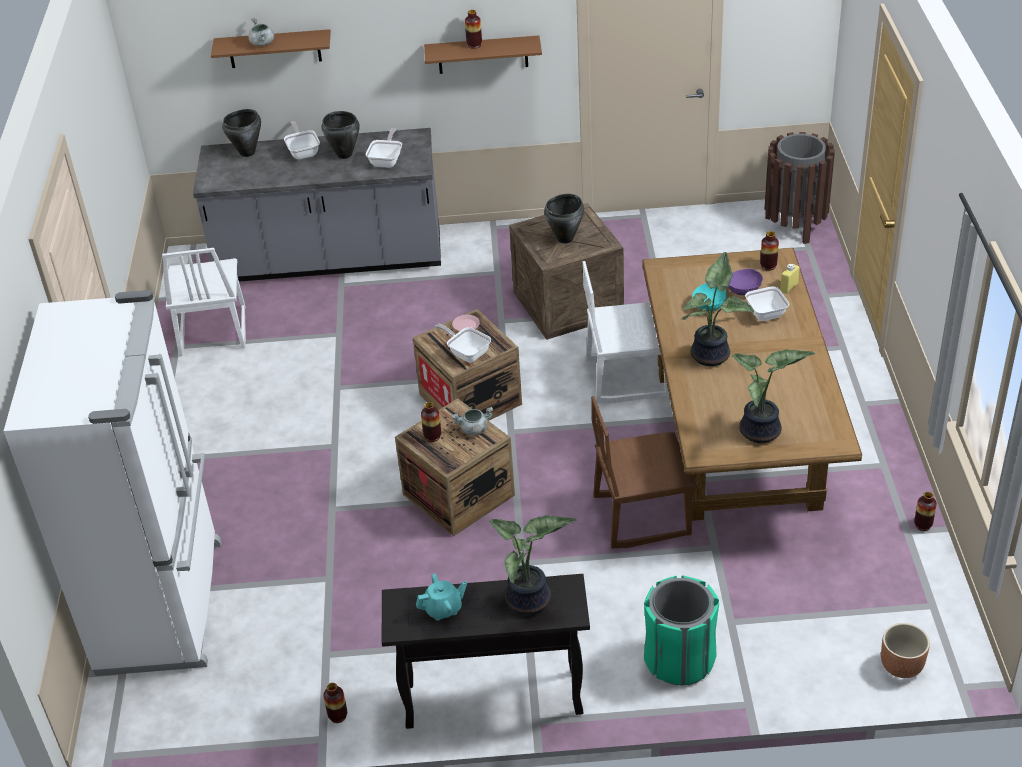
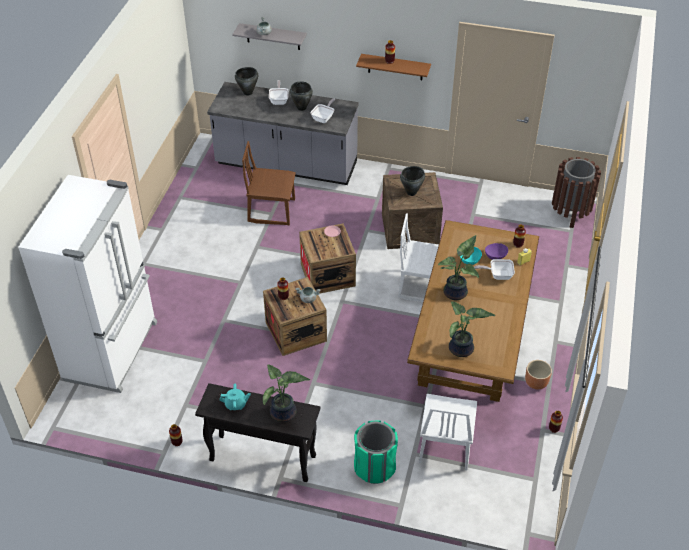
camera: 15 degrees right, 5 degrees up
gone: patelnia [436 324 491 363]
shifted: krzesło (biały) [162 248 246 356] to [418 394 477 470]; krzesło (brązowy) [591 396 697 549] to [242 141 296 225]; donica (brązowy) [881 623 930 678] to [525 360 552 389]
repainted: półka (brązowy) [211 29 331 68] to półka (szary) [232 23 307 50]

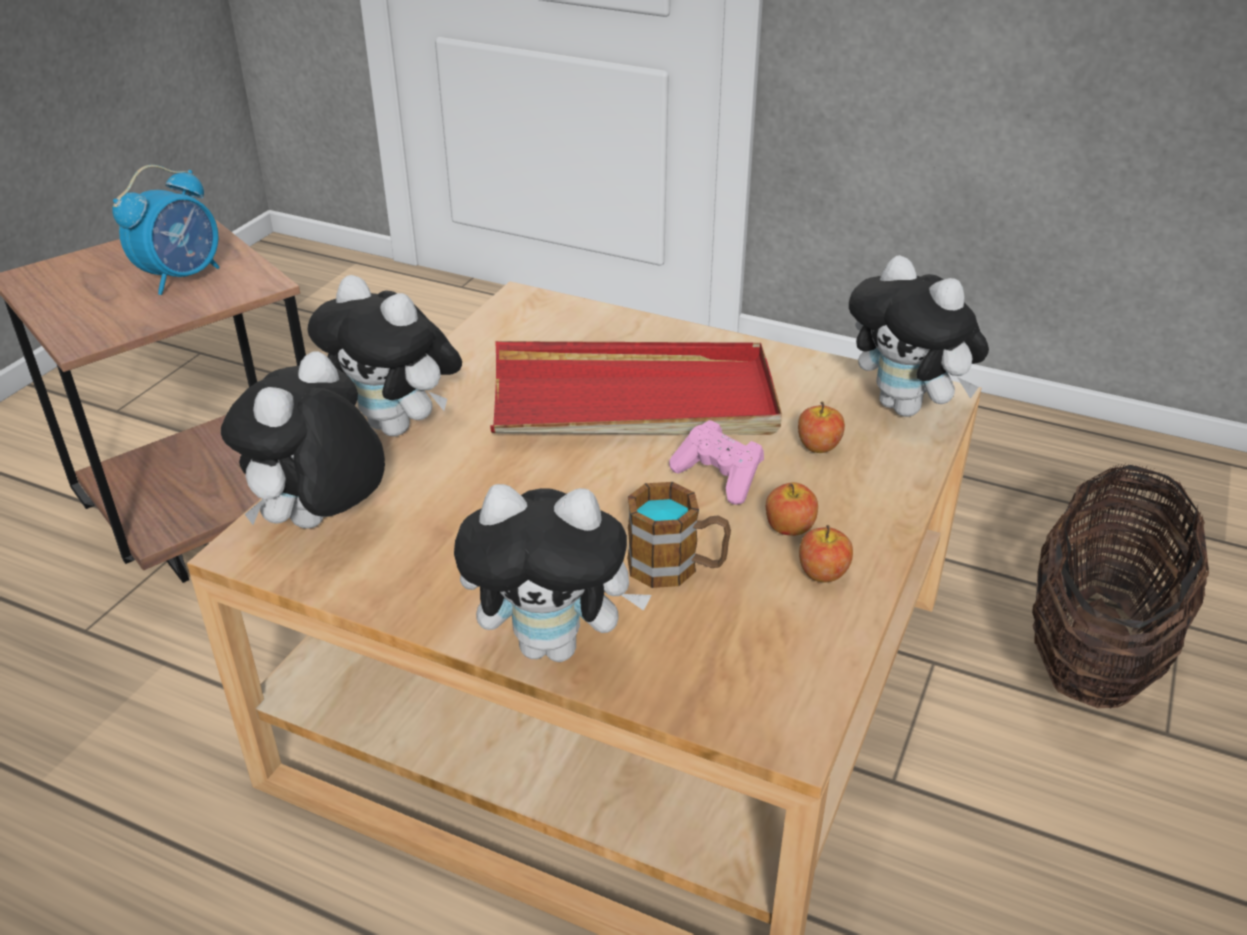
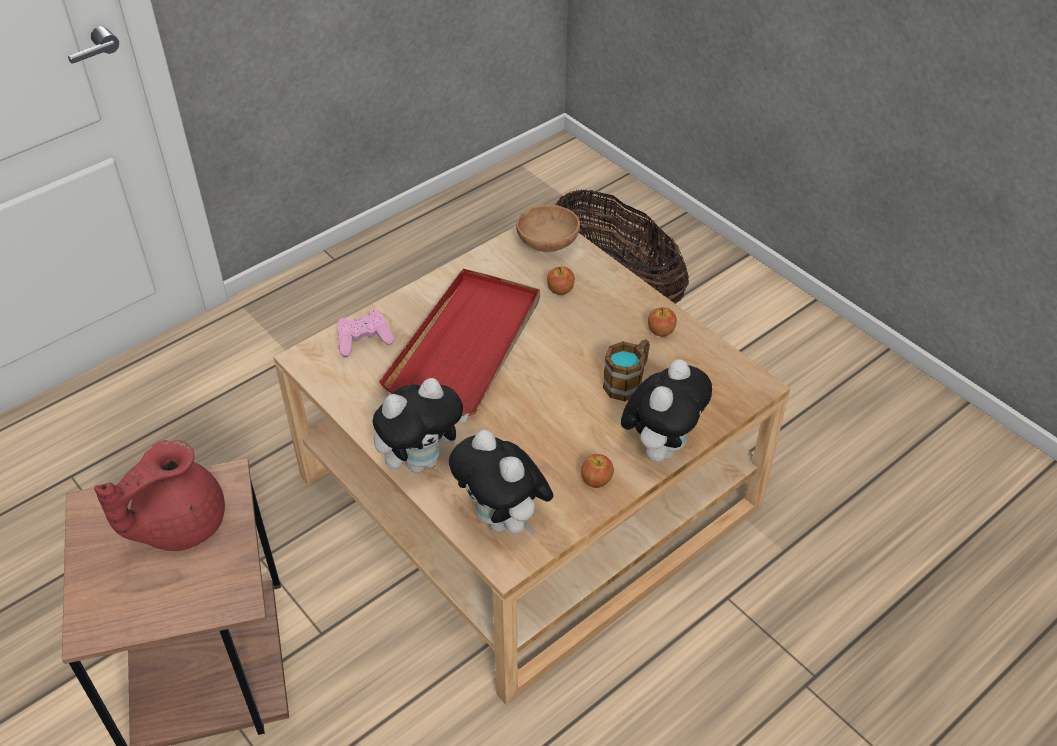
camera: 65 degrees left, 10 degrees up
shifted: pad do gier (różowy) [669 420 764 505] to [337 309 394 357]; jabłko [766 482 818 536] to [581 454 614 488]
swapped: budzik [113 165 219 295] to imbryk (czerwony) [94 440 225 551]; pluszak [849 255 989 417] to miska (brązowy) [516 205 580 252]

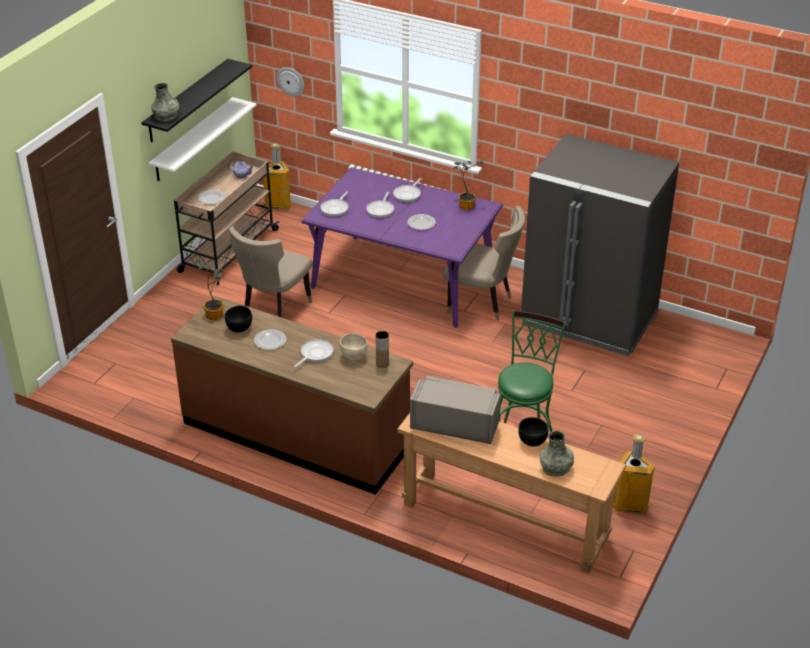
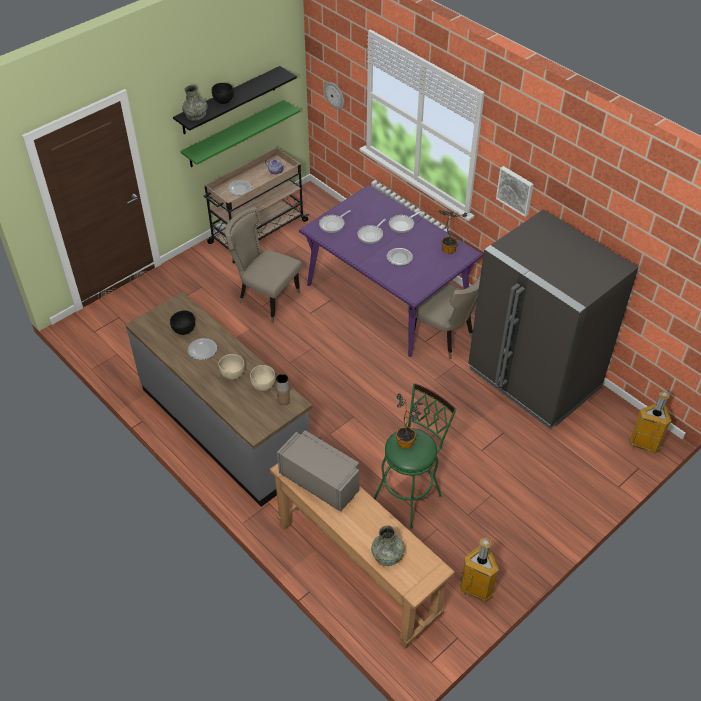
camera: 20 degrees right, 10 degrees up
new: obraz [496 166 534 217]
shifted: kosz na śmieci [263 144 291 210] to [629 391 671 454]; roślina doniczkowa [196 259 224 320] to [396 393 423 448]; miska (czarny) [518 417 548 447] to [212 83 233 104]
swapped: patelnia [294 339 334 367] to miska (beżowy) [218 354 245 380]
repainted: półka (biały) [149 97 257 181] to półka (zielony) [180 100 300 167]; zabudowa kuchenna (brązowy) [171 296 413 495] to zabudowa kuchenna (szary) [125 292 312 507]
rotated: krzesło (beżowy) [229 227 312 318] = [225 207 302 323] 75 degrees clockwise

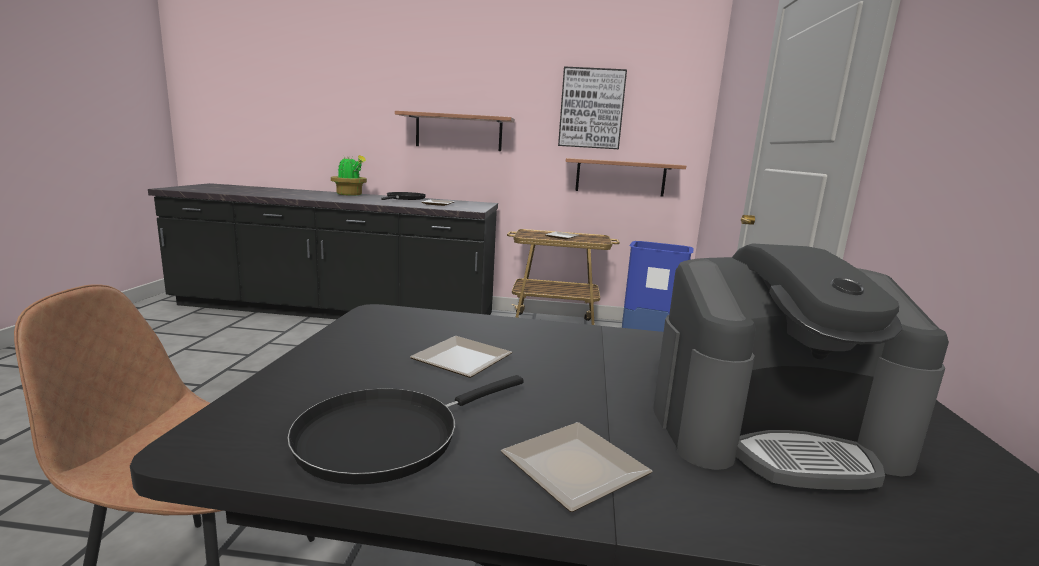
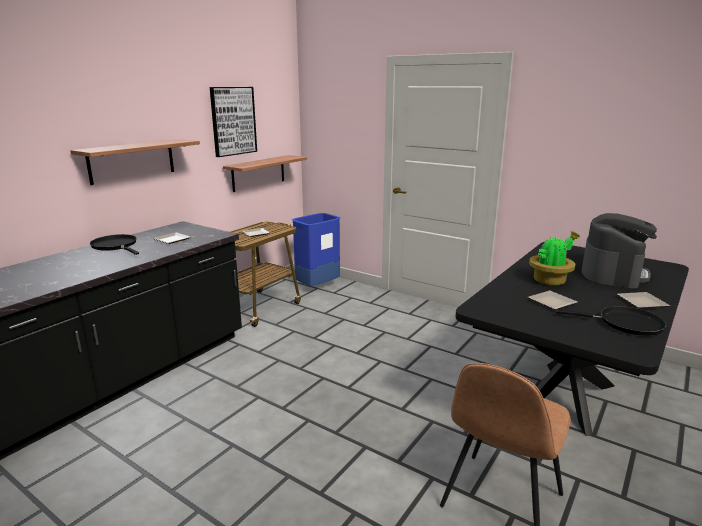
camera: 60 degrees left, 5 degrees up
shifted: roślina doniczkowa [331 155 367 196] to [529 231 580 286]
rotated: patelnia (czarny) [287 375 524 484] = [556 306 666 335] 60 degrees counterclockwise

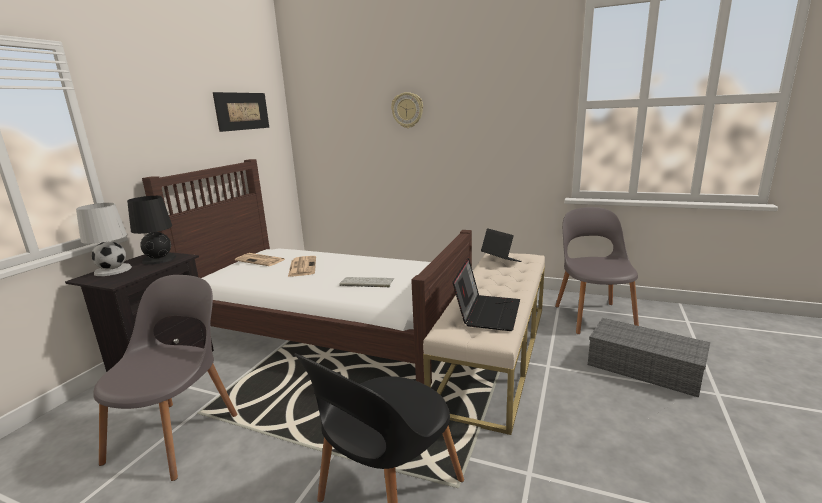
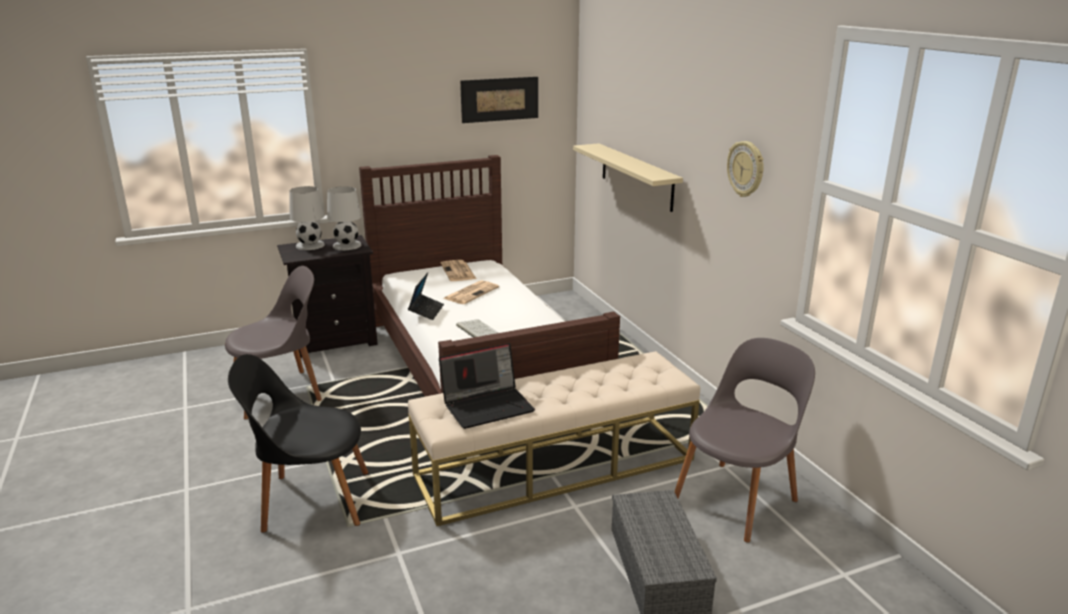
camera: 45 degrees right, 5 degrees up
new: półka (beżowy) [573 143 683 212]
shifted: zegar ścienny [391 92 423 128] to [727 141 764 197]; laptop [481 228 522 262] to [408 273 444 320]
repainted: lampa stołowa (czarny) [127 196 176 265] to lampa stołowa (biały) [327 186 361 250]

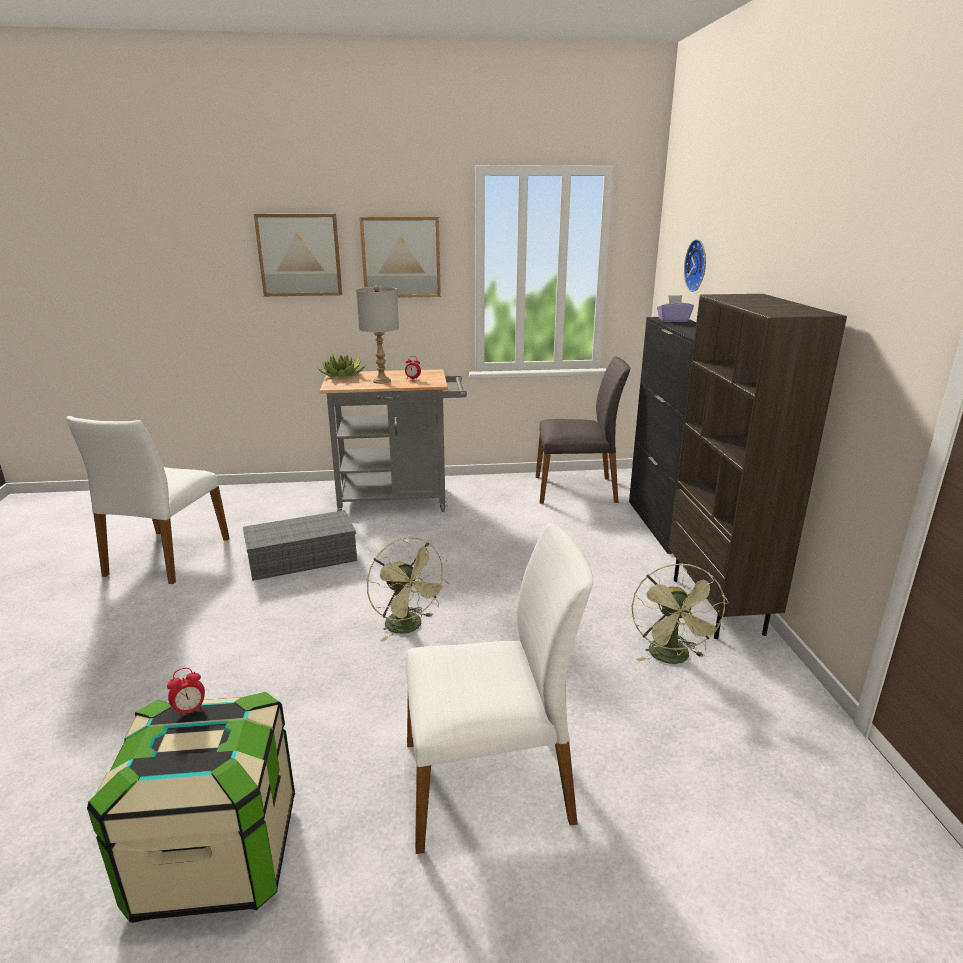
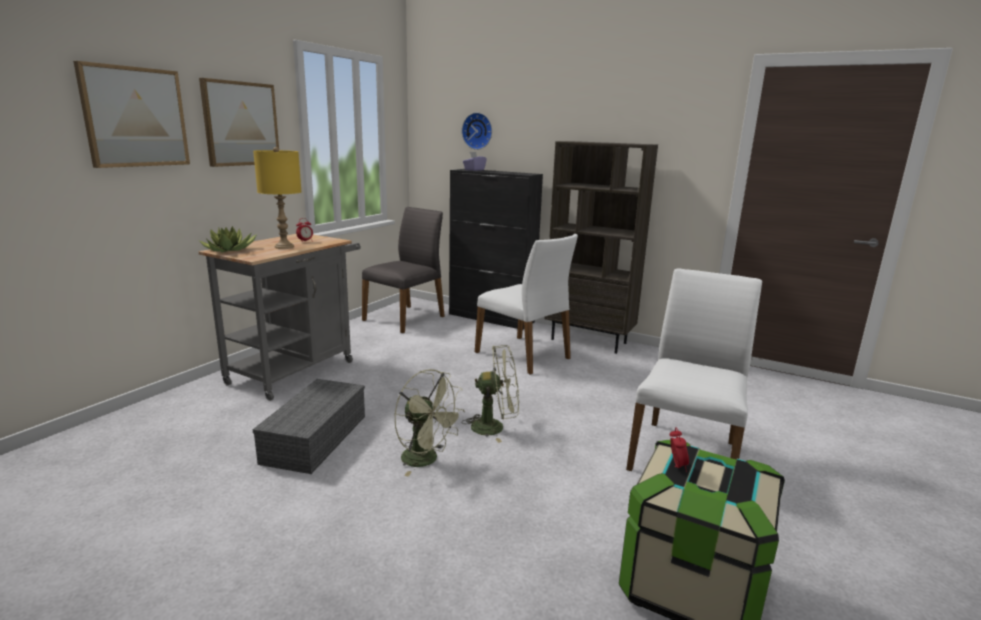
camera: 55 degrees left, 5 degrees down
shifted: krzesło (biały) [66 416 230 584] to [475 234 578 375]; wentylator (zielony) [632 563 728 664] to [394 369 465 477]
repainted: lampa stołowa (szary) [356 286 399 384] to lampa stołowa (żółty) [253 147 301 249]

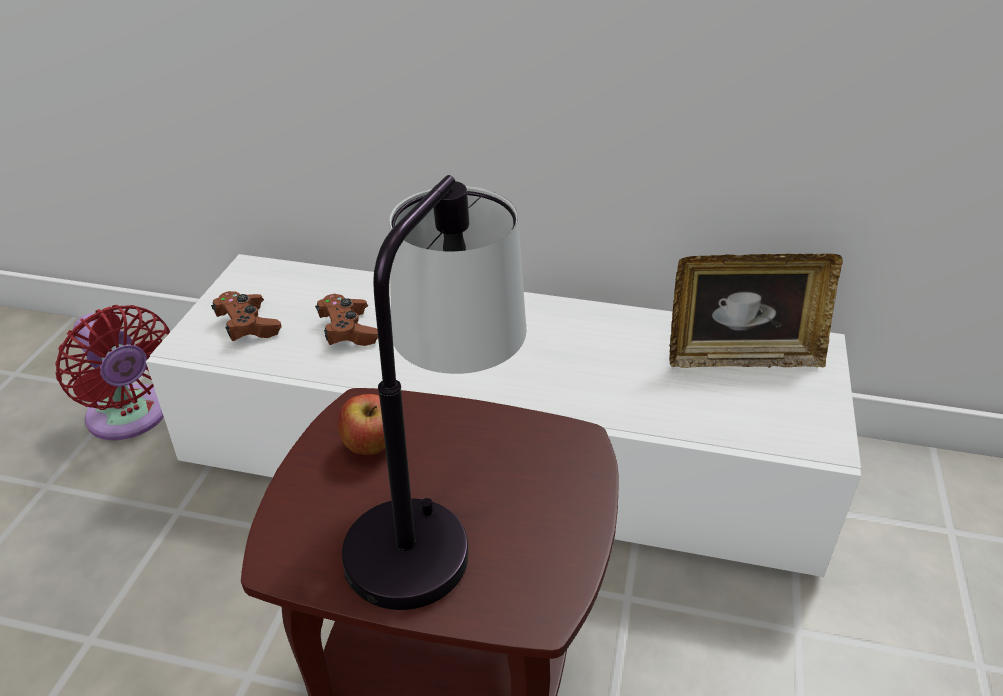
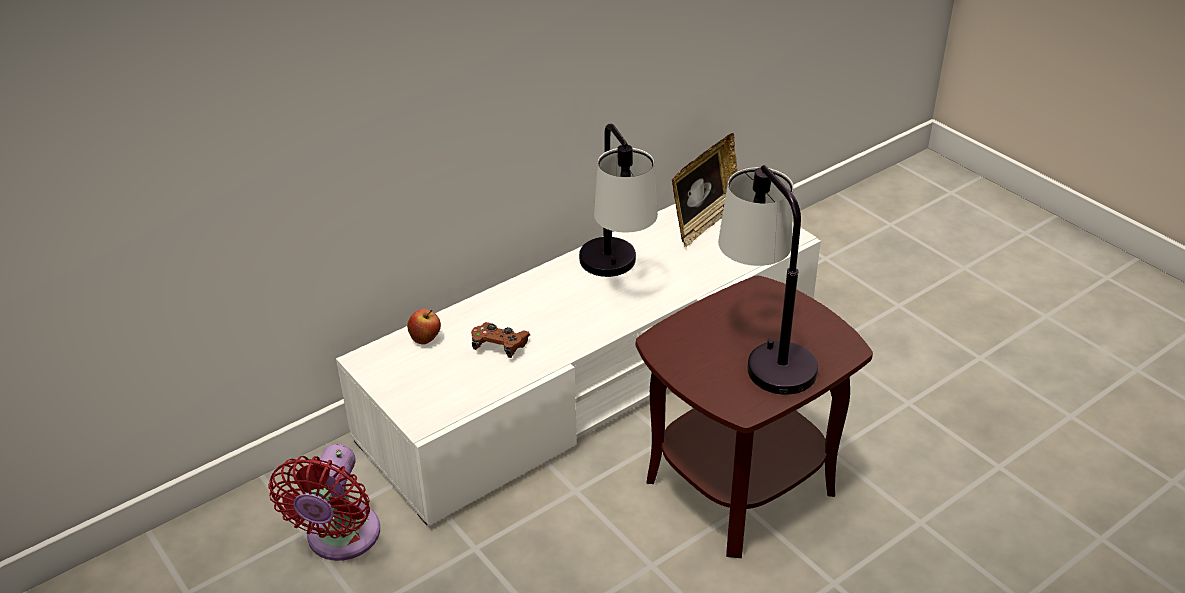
camera: 50 degrees left, 0 degrees up
gone: pad do gier (brązowy) [211 291 282 341]
new: lampa stołowa [579 124 658 277]
shifted: jabłko [337 394 385 455] to [407 309 441 345]
rotated: wentylator (czerwony) [55 305 170 440] = [269 444 380 561] 105 degrees clockwise

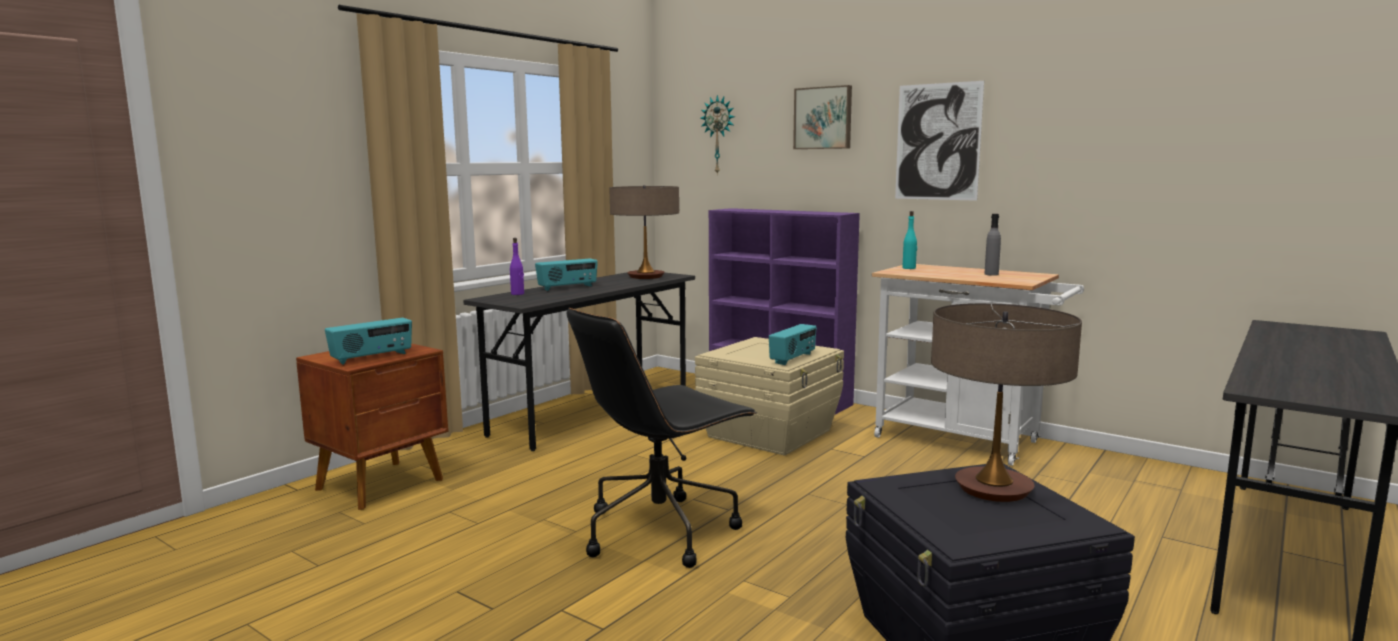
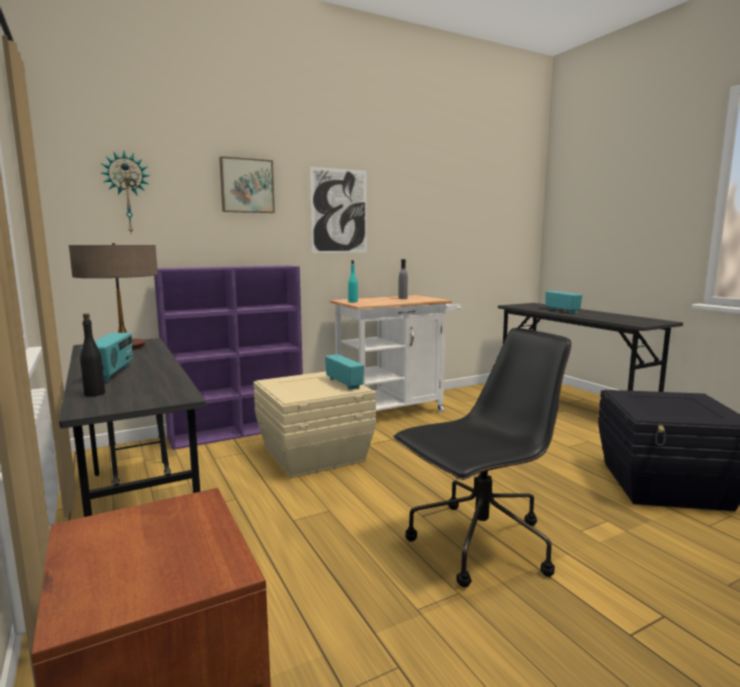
camera: 65 degrees left, 0 degrees up
gone: lampa stołowa [931 303 1082 502]
shifted: radio [325 318 412 365] to [546 291 582 313]
repainted: butelka (fioletowy) [510 238 524 295] to butelka (czarny) [80 313 105 396]
rotated: krzesło biurowe (czarny) [567 308 757 568] = [393 328 572 588] 105 degrees counterclockwise

